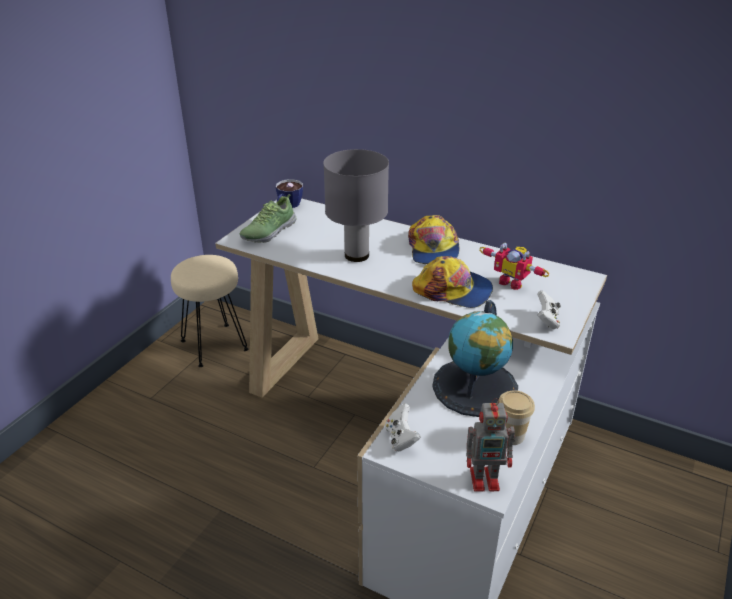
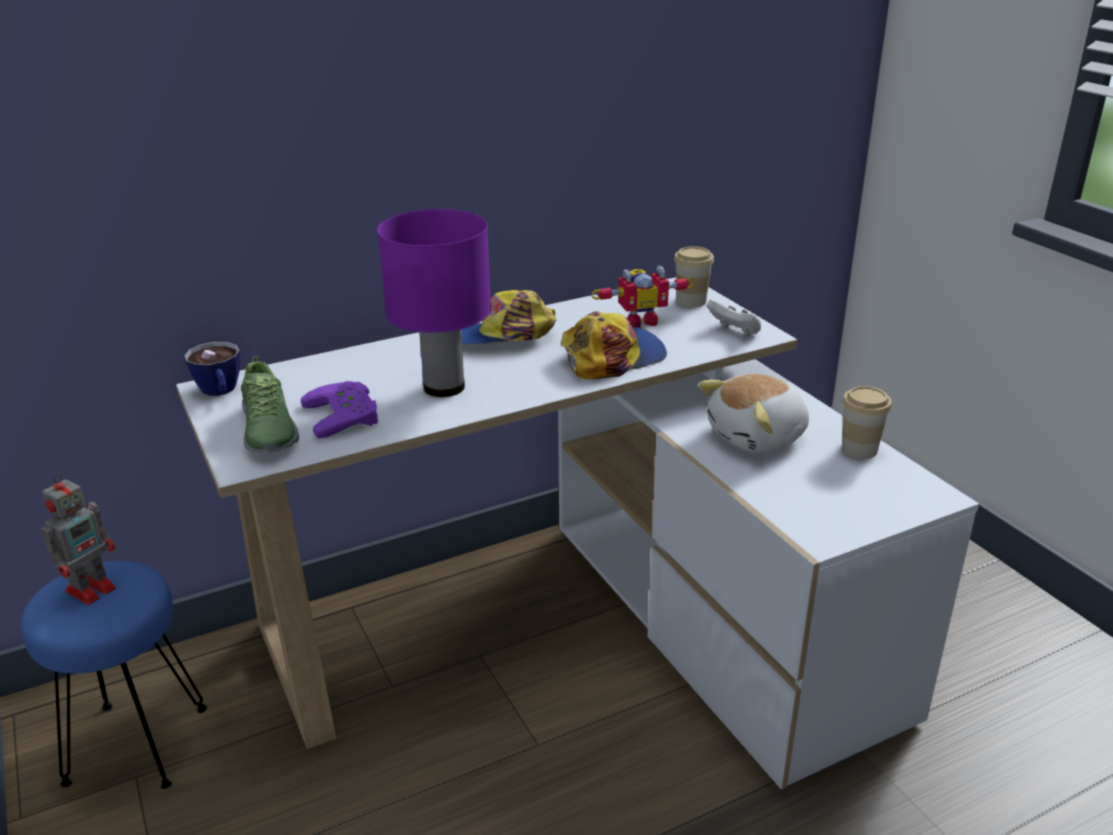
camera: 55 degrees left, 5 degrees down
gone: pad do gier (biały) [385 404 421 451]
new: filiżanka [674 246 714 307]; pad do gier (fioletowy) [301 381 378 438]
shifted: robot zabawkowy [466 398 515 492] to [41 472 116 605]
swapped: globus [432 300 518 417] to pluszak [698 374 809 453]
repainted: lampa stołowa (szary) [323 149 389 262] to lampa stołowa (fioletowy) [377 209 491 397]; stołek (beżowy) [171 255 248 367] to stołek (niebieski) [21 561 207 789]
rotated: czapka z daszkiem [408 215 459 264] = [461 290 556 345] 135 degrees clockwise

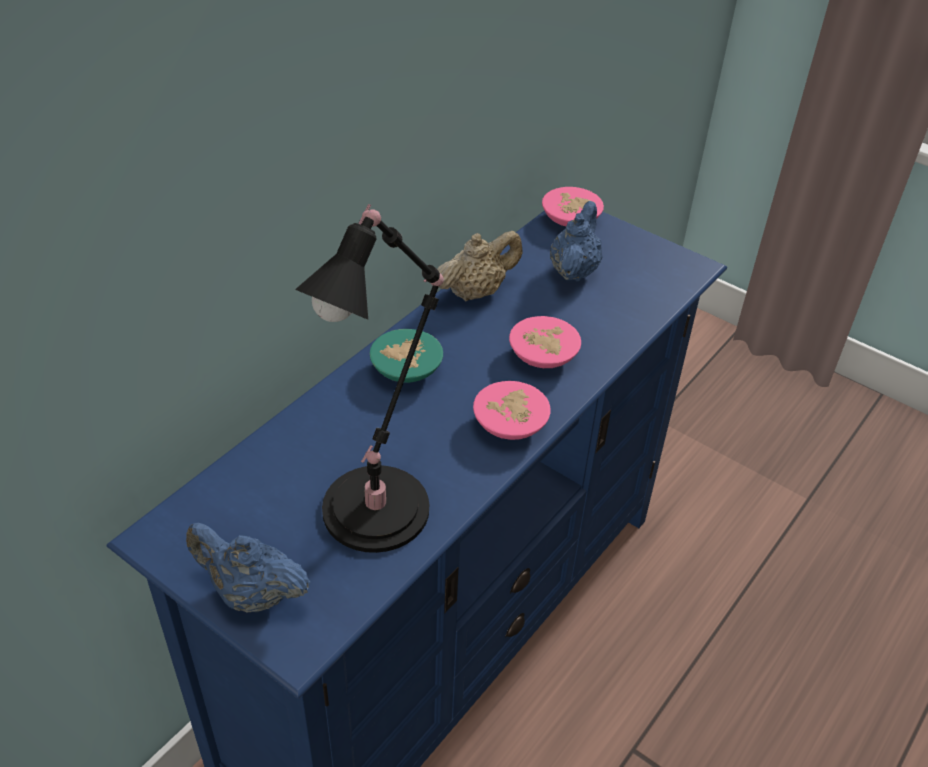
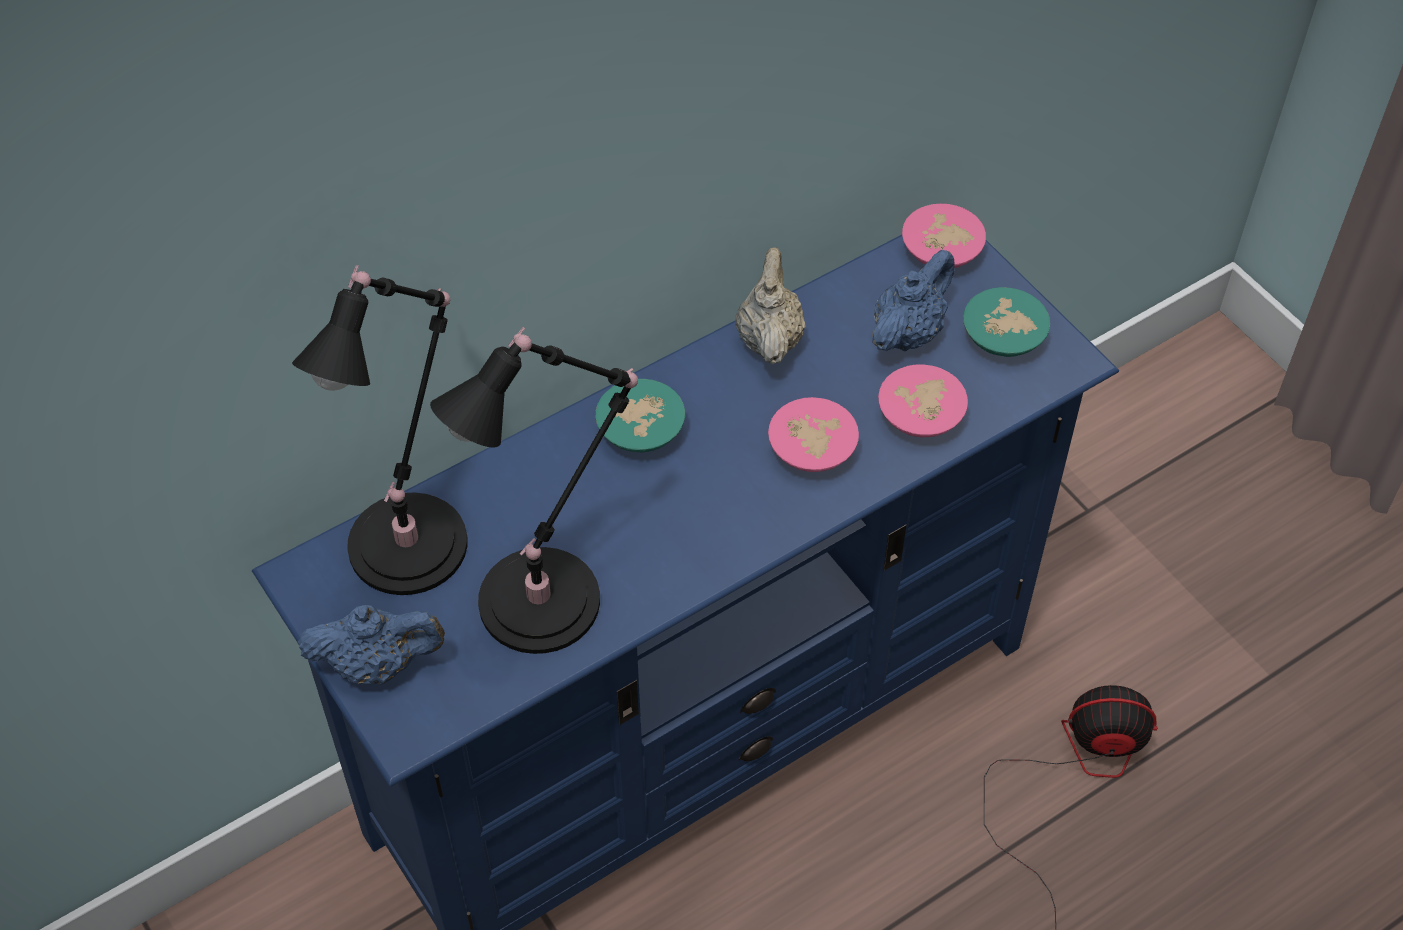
camera: 20 degrees right, 10 degrees up
new: lampa stołowa (czarny) [292 265 467 595]; miska (turkusowy) [963 287 1050 357]; wentylator [984 685 1158 930]
shifted: miska (różowy) [473 381 551 440] to [878 364 968 437]
rotated: imbryk (beżowy) [437 231 523 301] = [735 247 806 365] 75 degrees counterclockwise; imbryk (niebieski) [186 523 311 612] = [298 605 445 685] 135 degrees clockwise

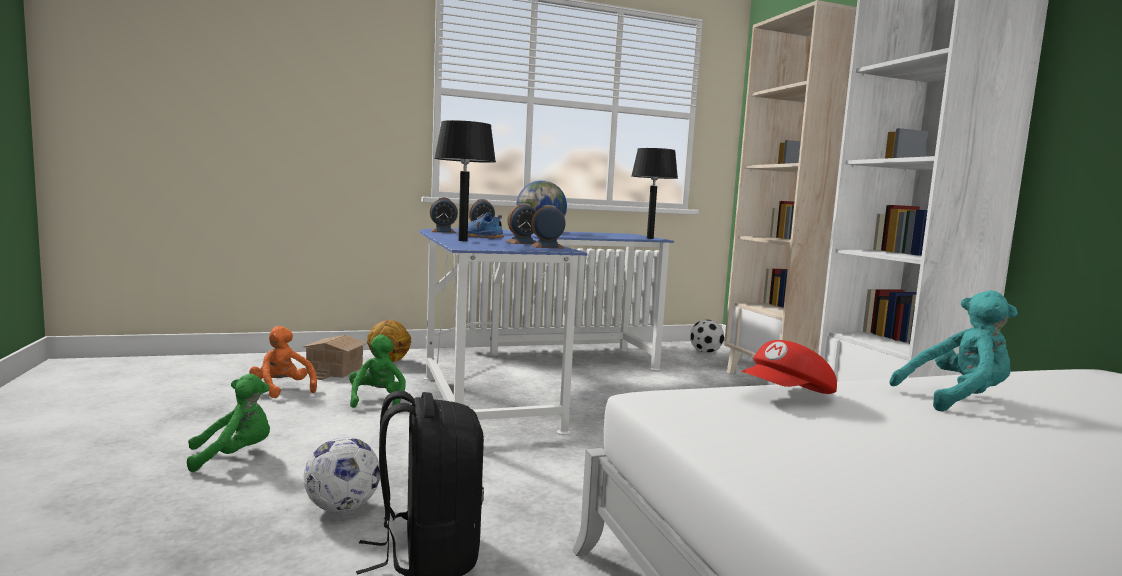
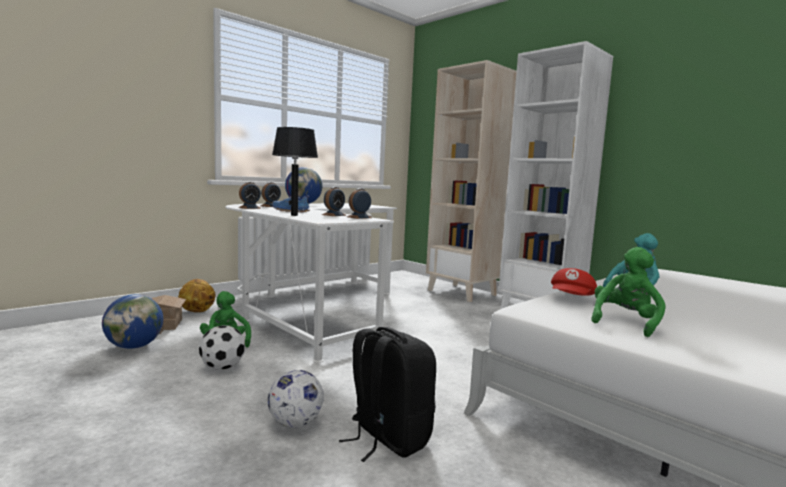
camera: 25 degrees left, 0 degrees up
gone: lampa stołowa (czarny) [632 148 678 239]
shifted: piłka futbolowa [690 319 724 353] to [199 325 245 370]; pluszak (zielony) [187 374 270 472] to [591 247 666 337]
swapped: pluszak (pomarańczowy) [249 326 317 398] to globus [102 294 163 349]
repainted: biurko (niebieski) [420 228 674 435] to biurko (biały) [225 203 397 363]

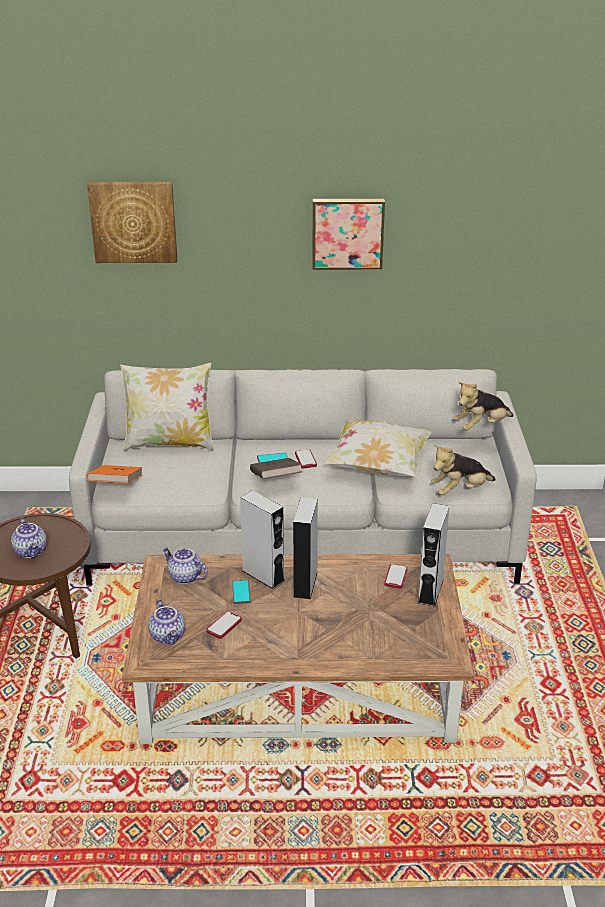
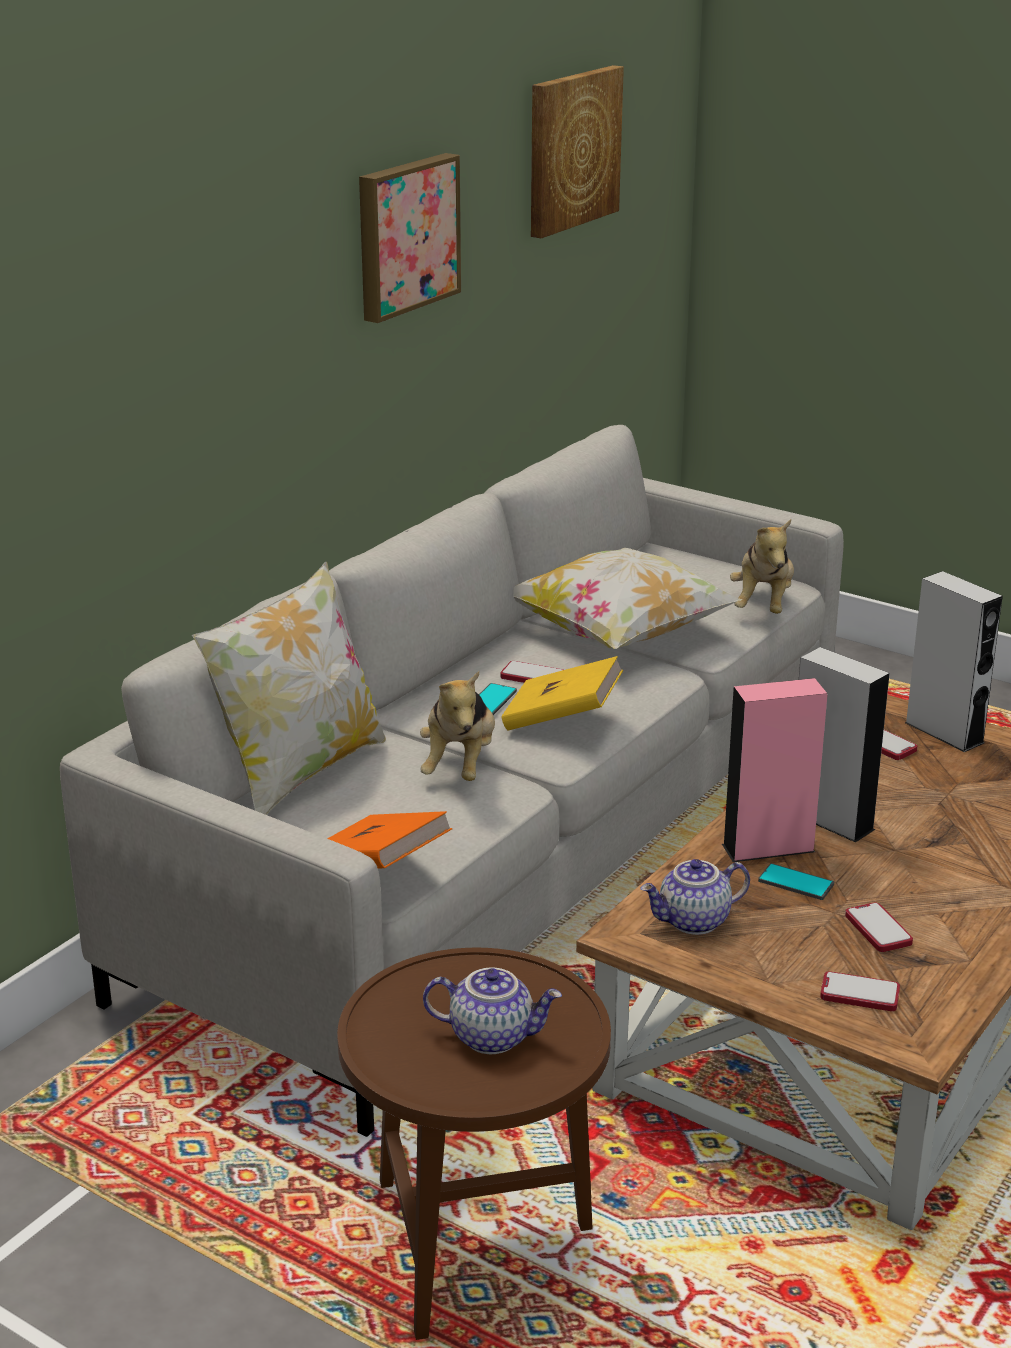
camera: 55 degrees left, 5 degrees down
shifted: obraz [87 182 177 263] to [531 65 624 238]; pluszak [454 382 514 430] to [420 671 495 781]
swapped: imbryk [148 599 185 645] to telefon [820 971 900 1011]
repainted: książka (brązowy) [250 458 302 479] to książka (żółty) [501 656 623 731]; głośnik (szary) [240 491 285 589] to głośnik (różowy) [722 678 828 862]

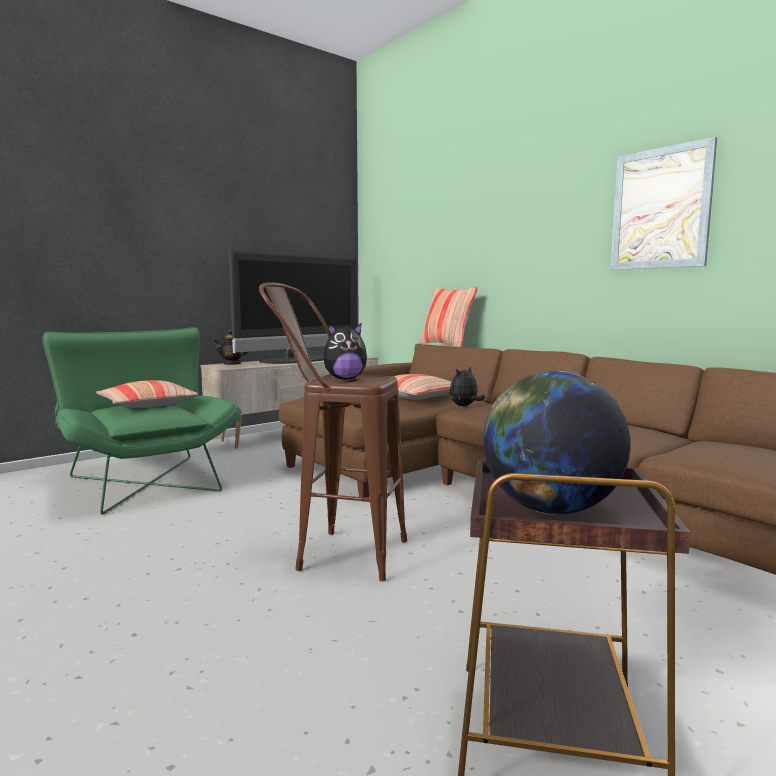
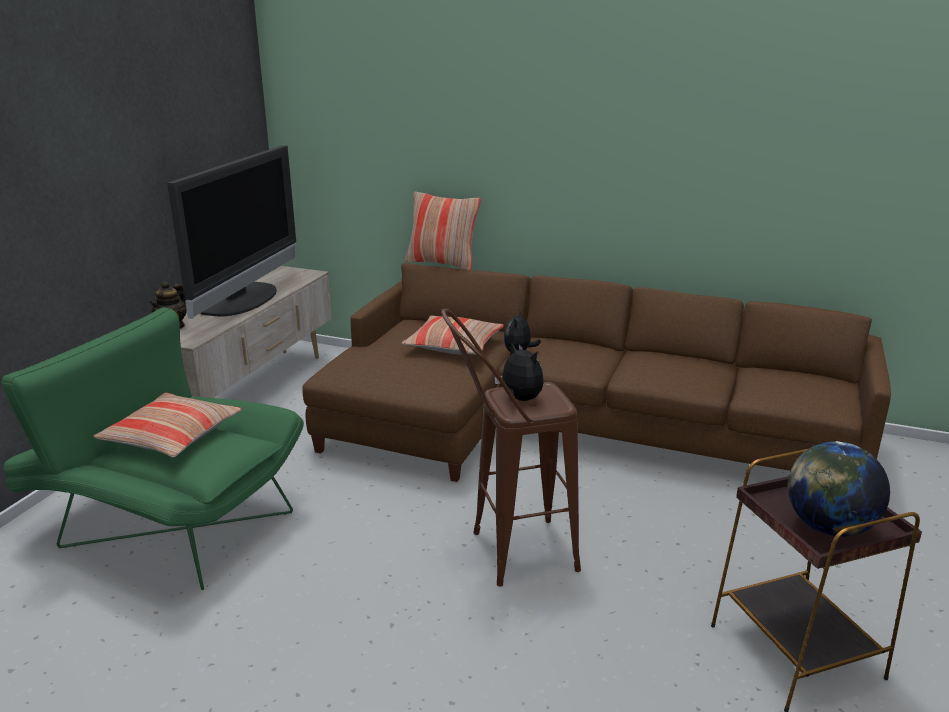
camera: 30 degrees left, 15 degrees up
gone: obraz [611 137 717 270]
rotated: pluszak [323 324 367 380] = [494 343 543 401] 90 degrees counterclockwise

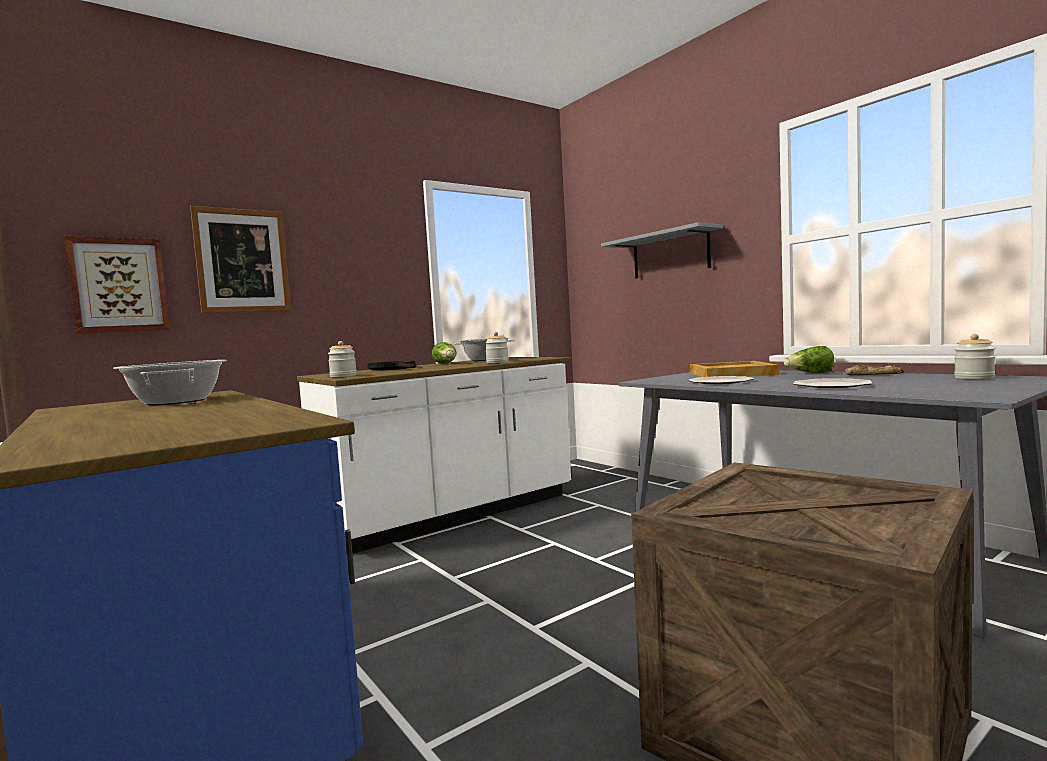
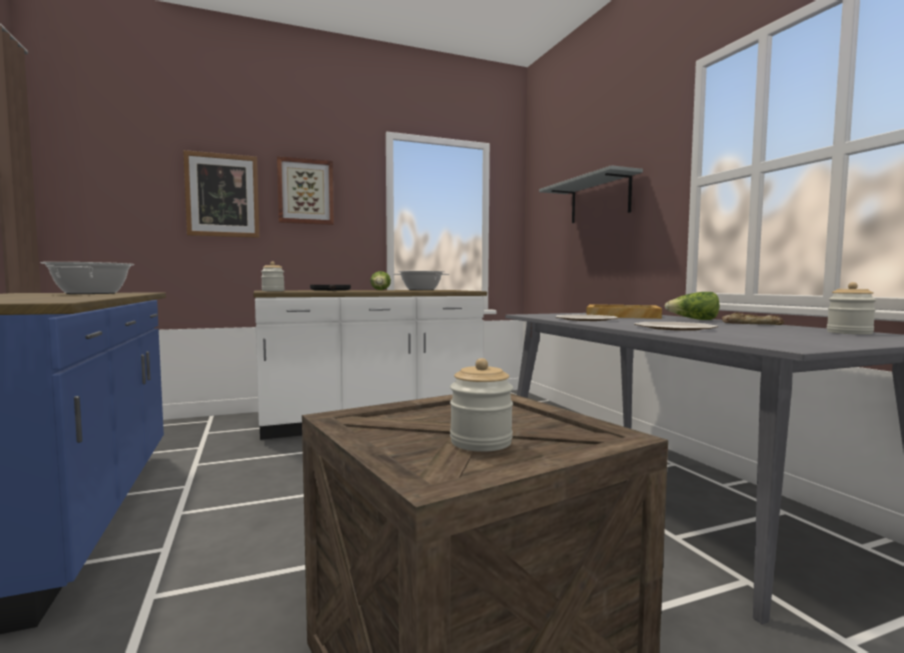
camera: 15 degrees right, 0 degrees up
shifted: obraz [64 236 170 334] to [277 156 334 225]; słoik [485 332 509 363] to [450 358 513 452]

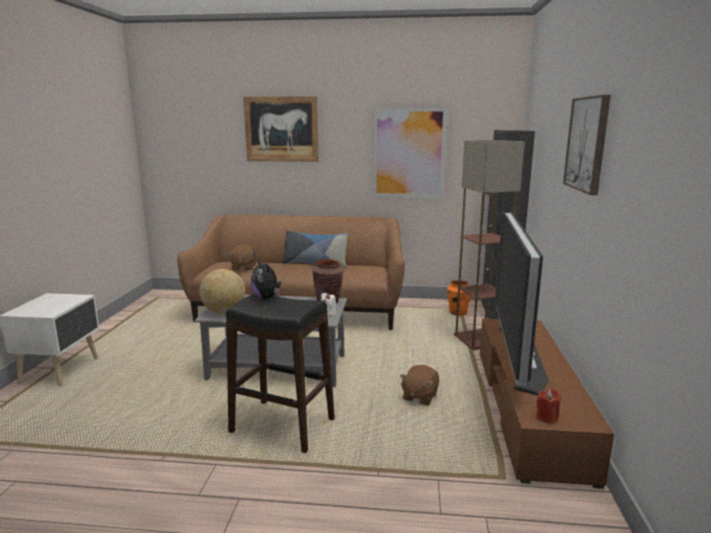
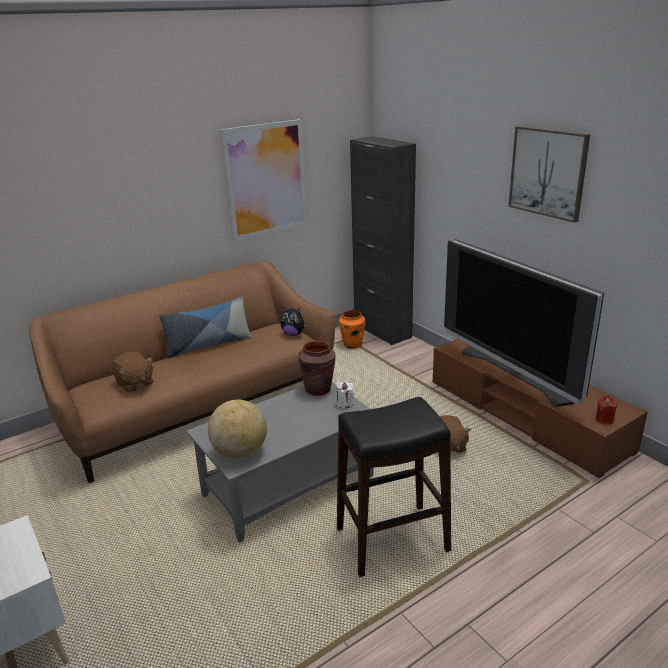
camera: 40 degrees left, 10 degrees up
gone: obraz [243 96 319 162]; lampa stojąca [454 140 525 350]
shifted: pluszak [251 259 281 300] to [281 307 308 336]

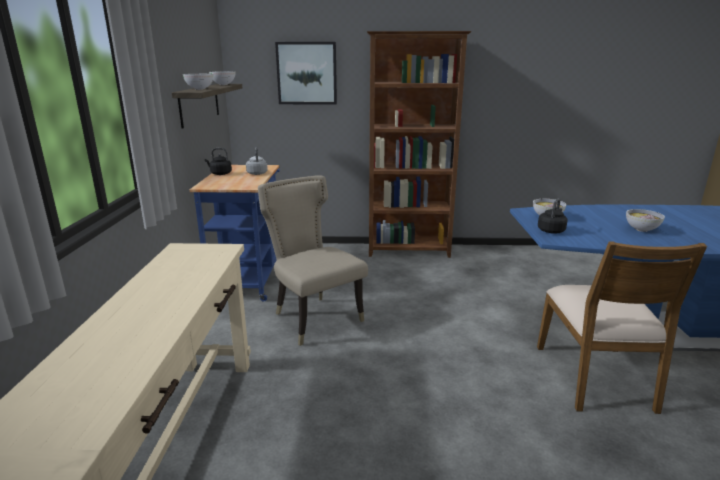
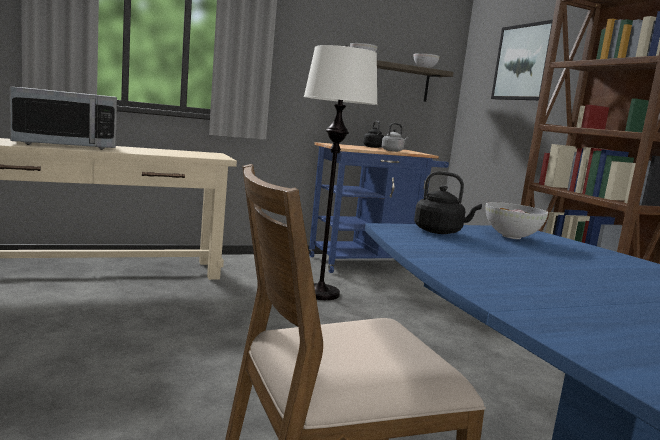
camera: 65 degrees right, 10 degrees down
gone: miska [626 209 665 232]
new: mikrofalówka [10 87 117 150]
swapped: krzesło (beżowy) [258 175 368 346] to lampa stojąca (biały) [304 45 378 300]

